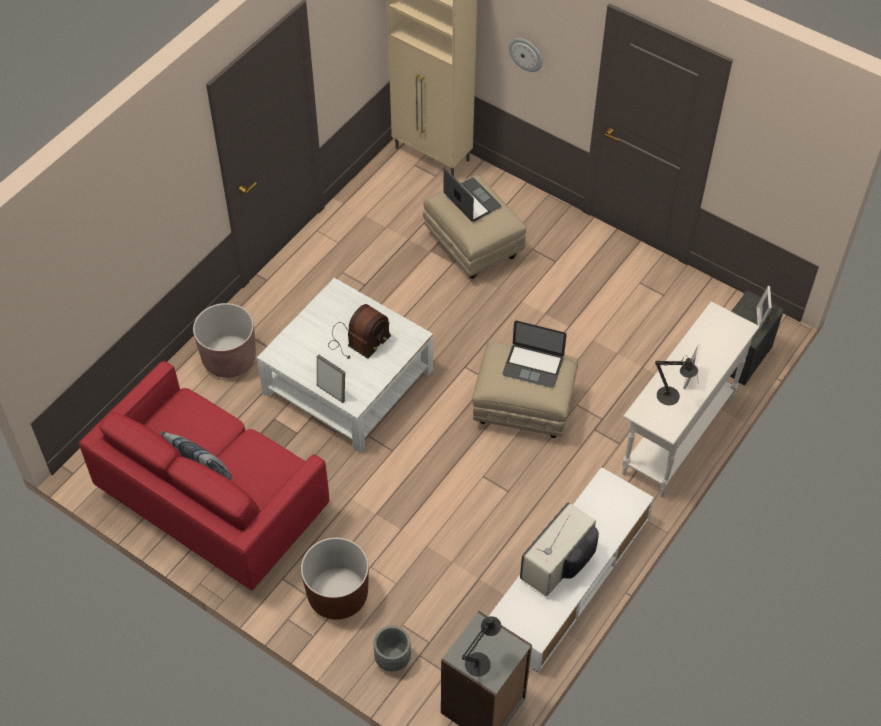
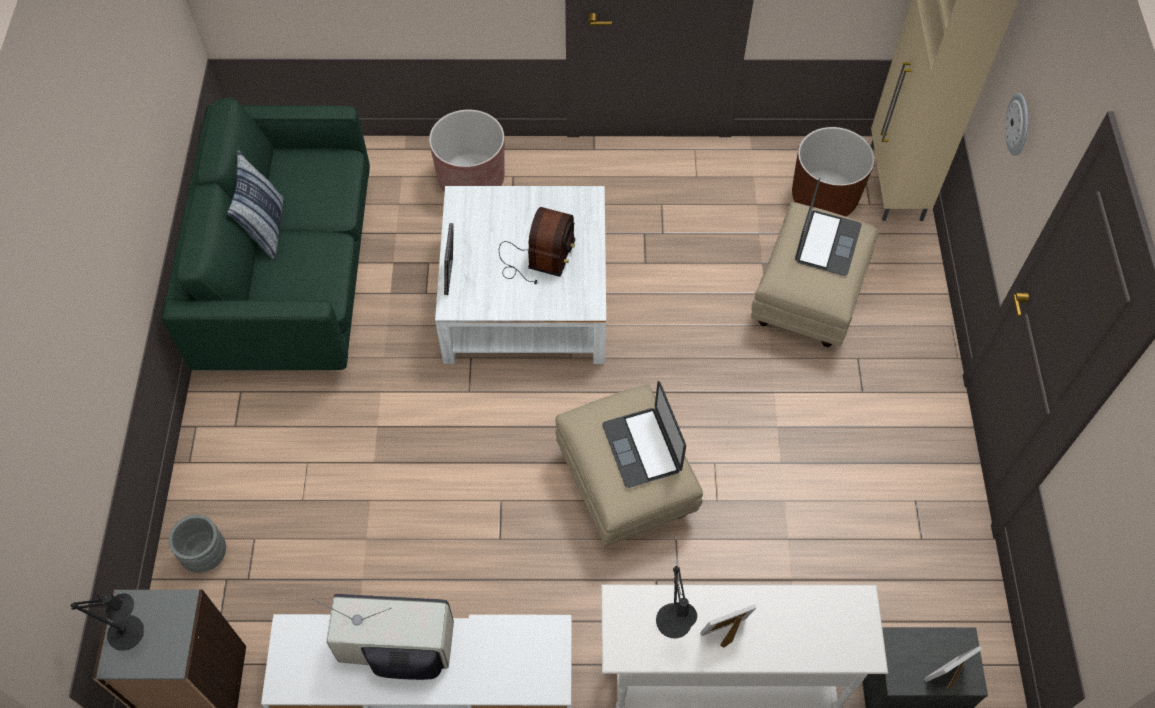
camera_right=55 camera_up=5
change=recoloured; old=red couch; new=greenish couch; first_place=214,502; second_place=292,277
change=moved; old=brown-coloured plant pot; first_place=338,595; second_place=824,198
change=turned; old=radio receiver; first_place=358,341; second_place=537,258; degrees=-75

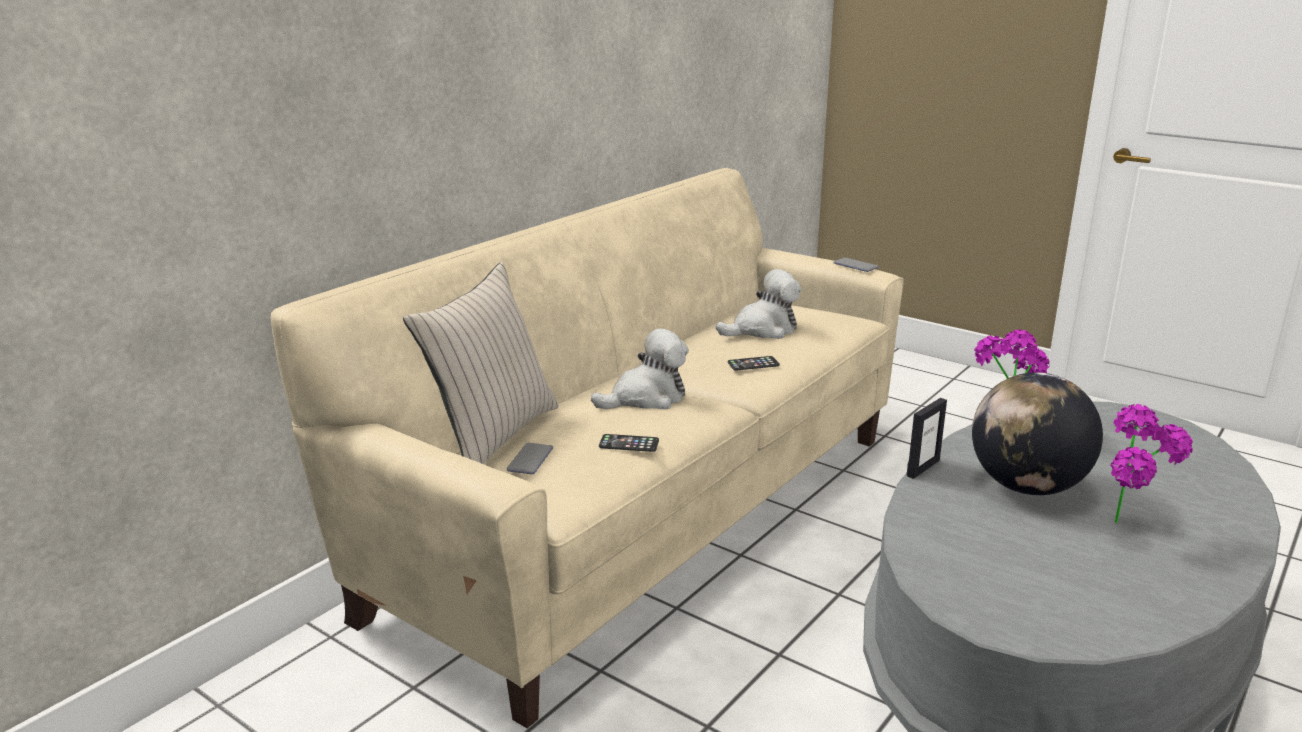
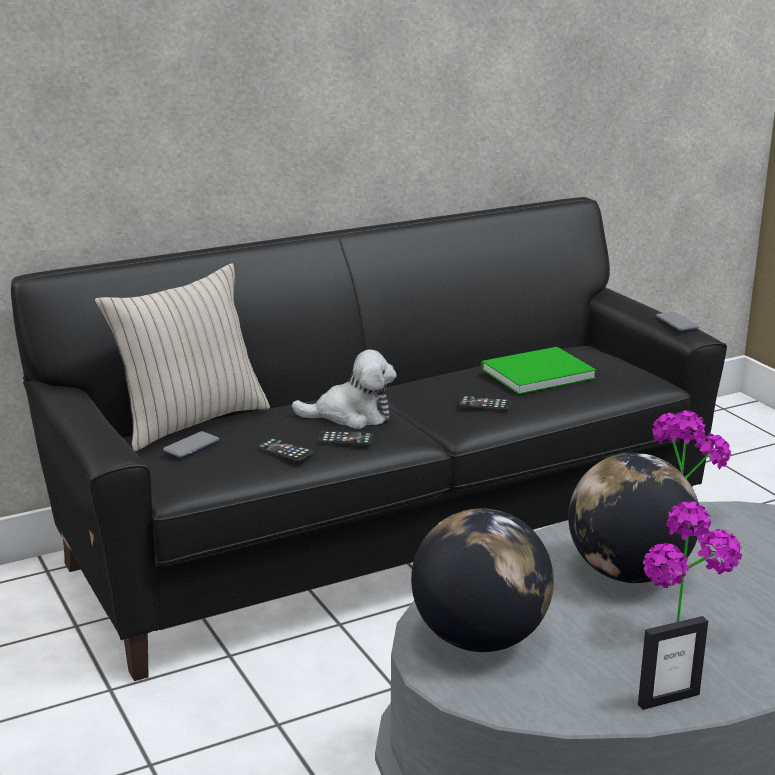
camera_right=25 camera_up=0
change=recoloured; old=beige-coloured couch; new=black-coloured couch; first_place=648,519; second_place=384,542
change=replaced; old=cuddly toy; new=greenish book; first_place=762,330; second_place=533,373
change=moved; old=picture frame; first_place=923,468; second_place=668,699
change=added; new=handset; second_place=345,438
change=added; new=globe; second_place=479,639

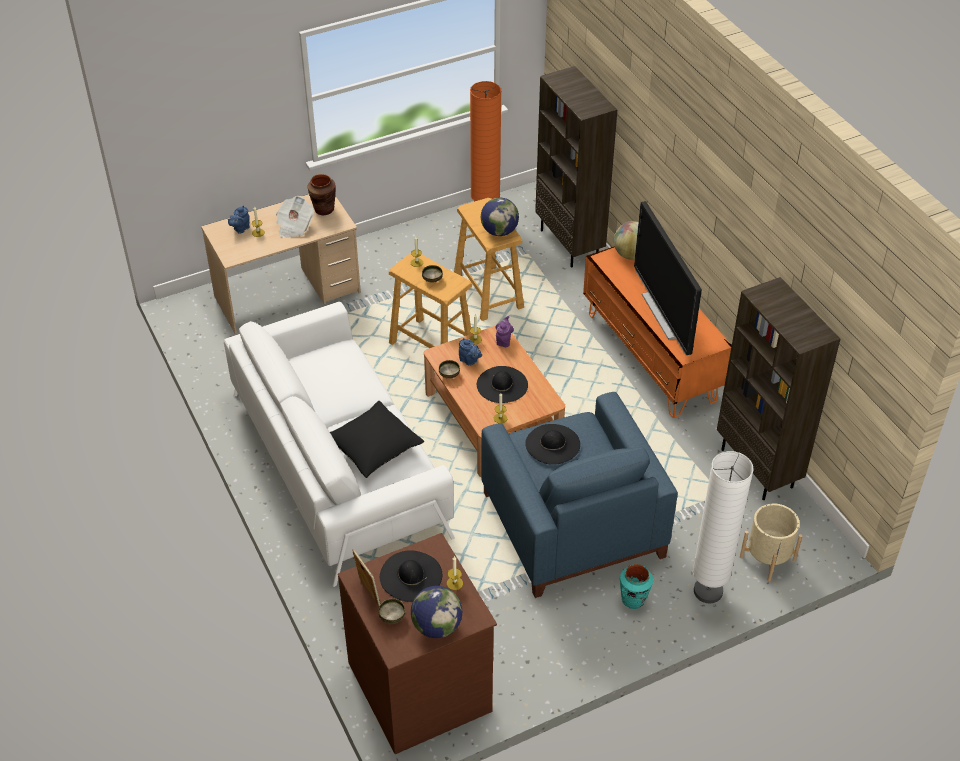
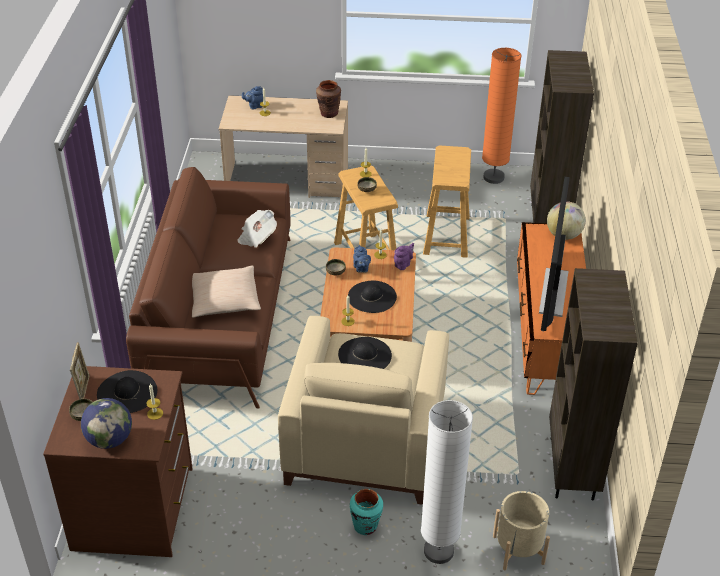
camera_right=30 camera_up=-5
change=recoloured; old=whitish couch; new=brown-coloured couch; first_place=339,463; second_place=219,314
change=moved; old=printed paper; first_place=294,226; second_place=257,237
change=recoloured; old=black-coloured pillow; new=beige-coloured pillow; first_place=373,447; second_place=224,300
change=removed; old=globe; first_place=499,231
change=recoloured; old=blue-coloured easy chair; new=beige-coloured easy chair; first_place=571,522; second_place=365,439

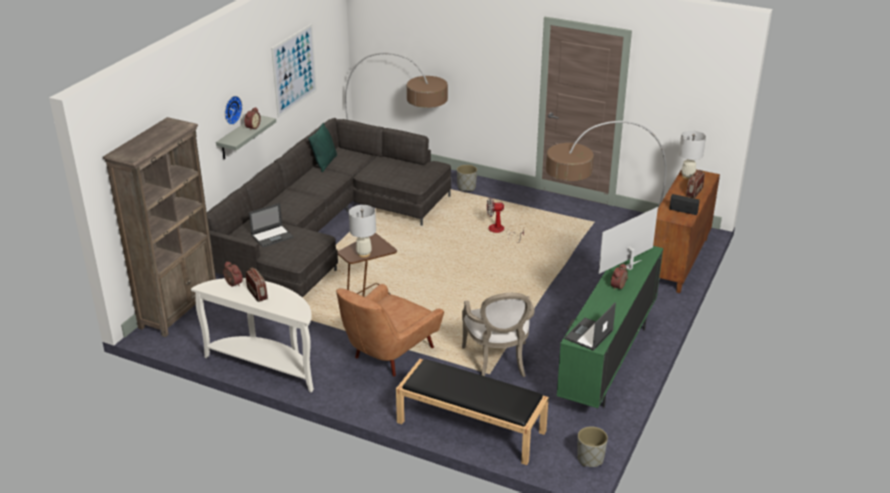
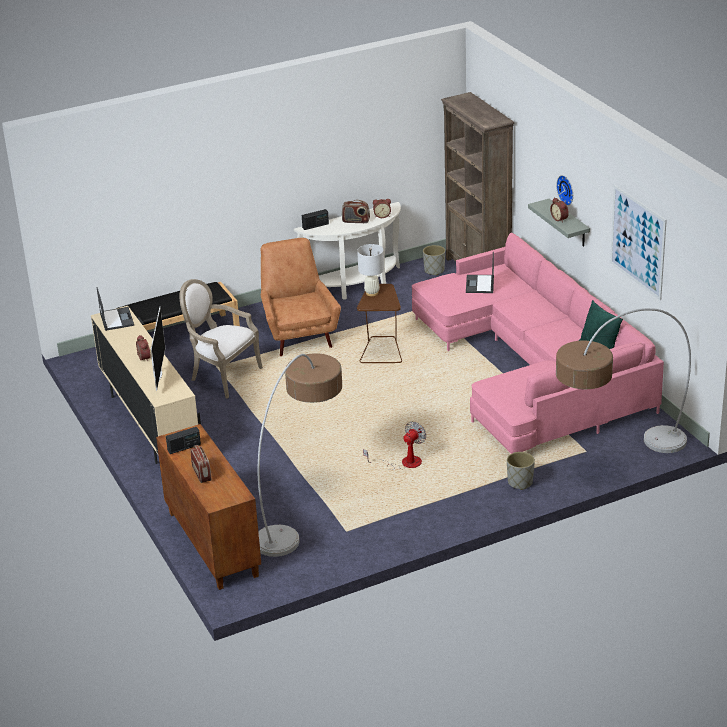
camera_right=130 camera_up=0
change=recoloured; old=gray couch; new=pink-coloured couch; first_place=325,227; second_place=534,370
change=recoloured; old=greenish tv stand; new=beige-coloured tv stand; first_place=607,362; second_place=149,424
change=moved; old=gray plant pot; first_place=590,459; second_place=434,270
change=removed; old=whitish table lamp; first_place=687,176
change=added; new=radio receiver; second_place=315,226

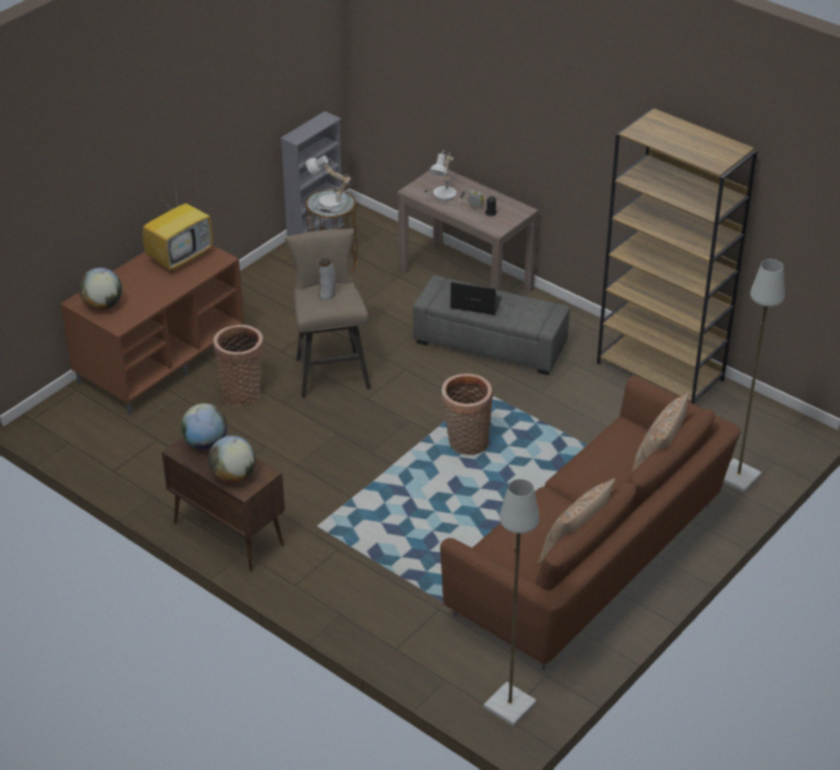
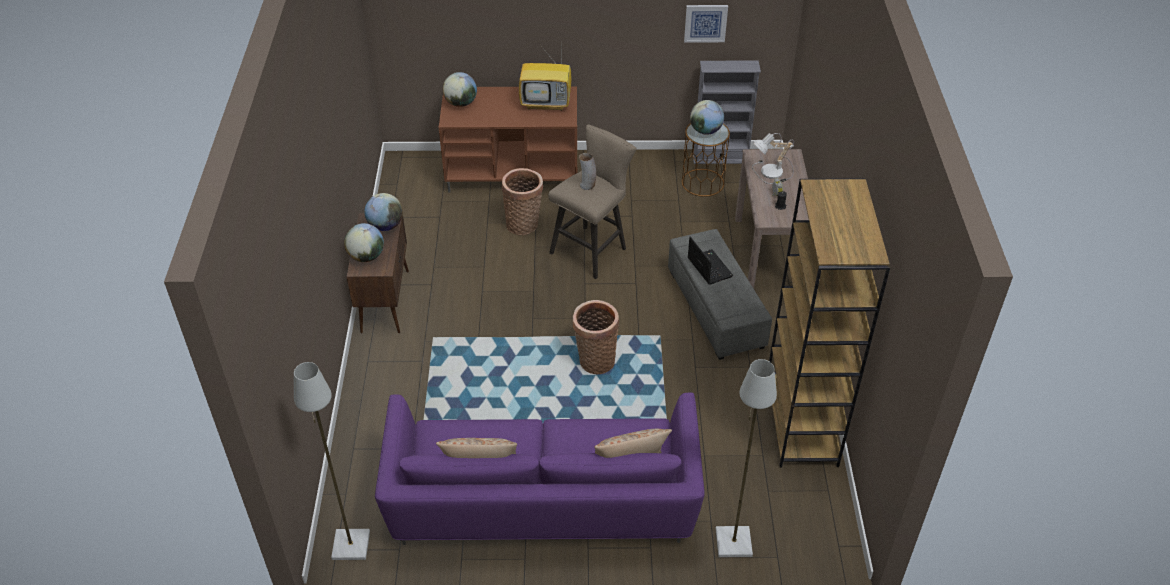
camera_right=50 camera_up=5
change=replaced; old=table lamp; new=globe; first_place=328,202; second_place=705,131
change=recoloured; old=brown-coloured couch; new=purplish couch; first_place=590,560; second_place=543,504
change=added; new=wall picture; second_place=705,23

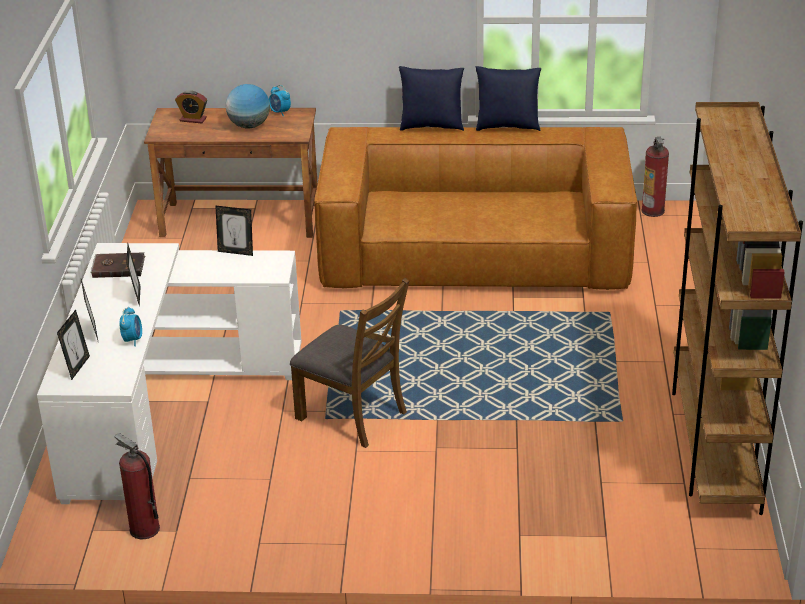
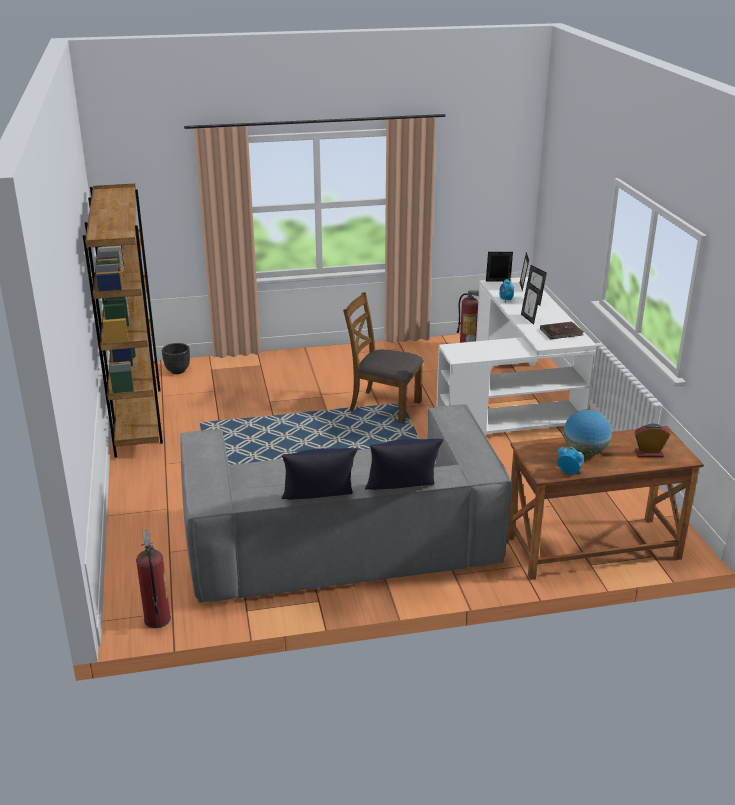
camera_right=165 camera_up=-5
change=moved; old=picture frame; first_place=236,252; second_place=498,282
change=recoloured; old=brown-coloured couch; new=gray couch; first_place=475,252; second_place=340,541
change=added; new=black-coloured plant pot; second_place=177,371

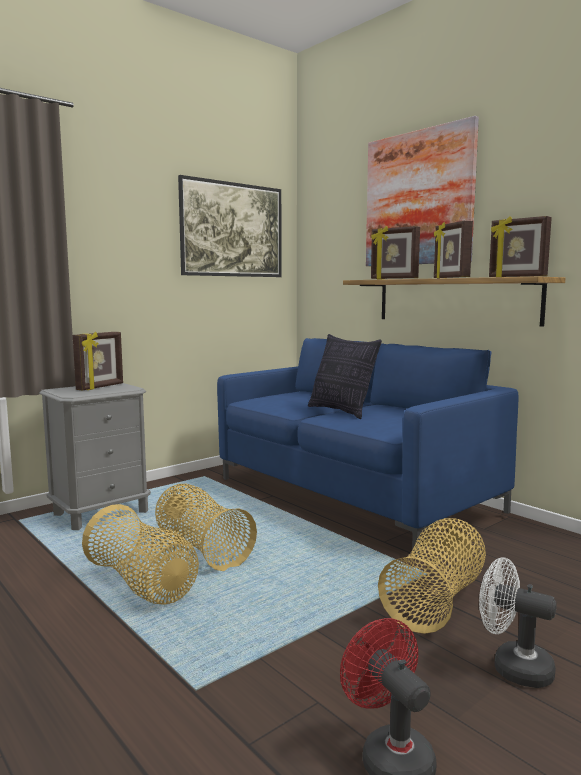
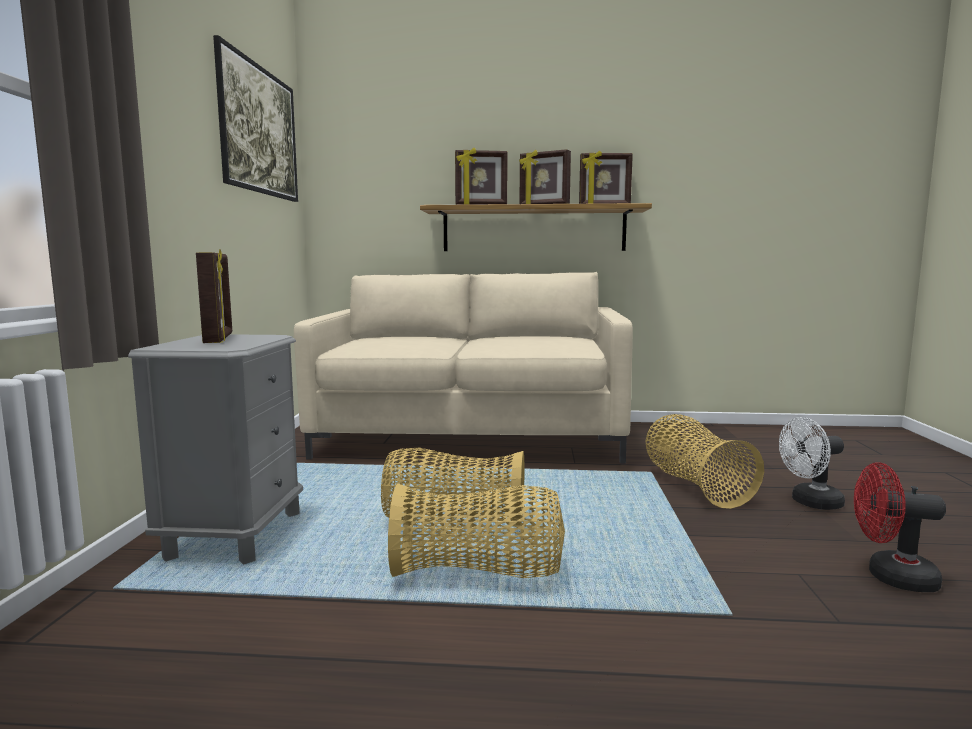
camera_right=-45 camera_up=0
change=recoloured; old=blue-coloured couch; new=beige-coloured couch; first_place=352,496; second_place=470,440
change=removed; old=pillow; first_place=342,411
change=removed; old=wall picture; first_place=418,198

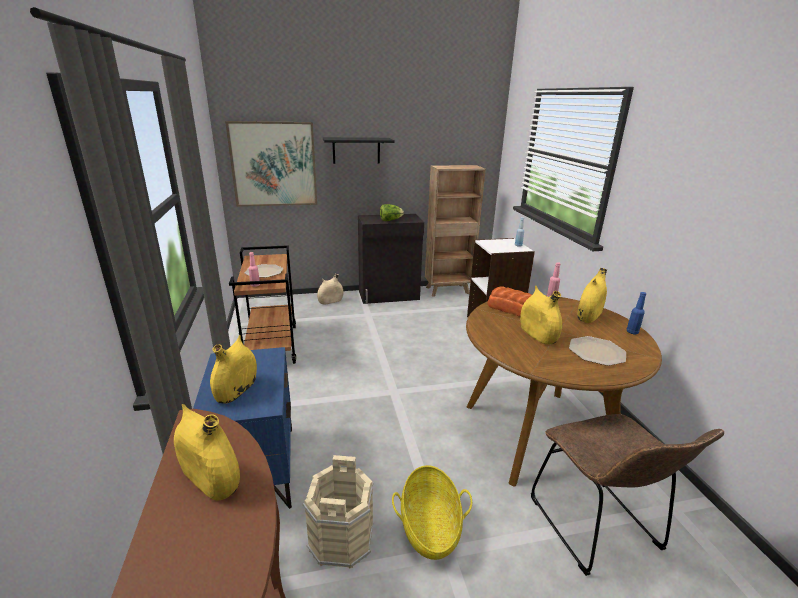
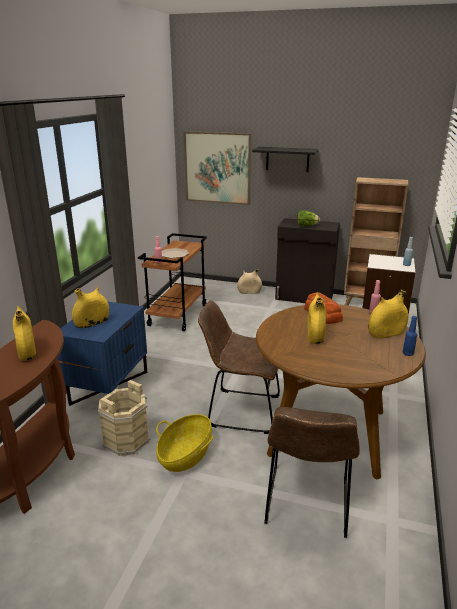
camera_right=30 camera_up=0
change=removed; old=plate; first_place=596,352
change=added; new=brown-coloured upright chair; second_place=240,410

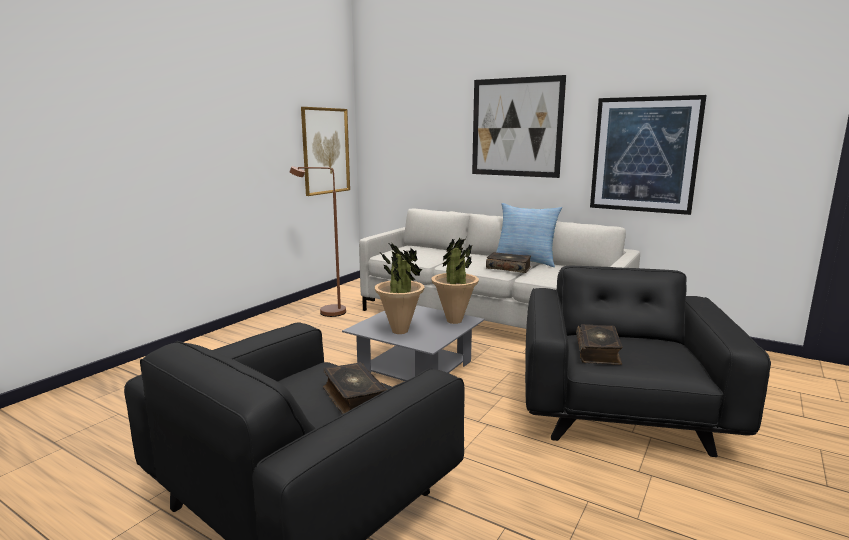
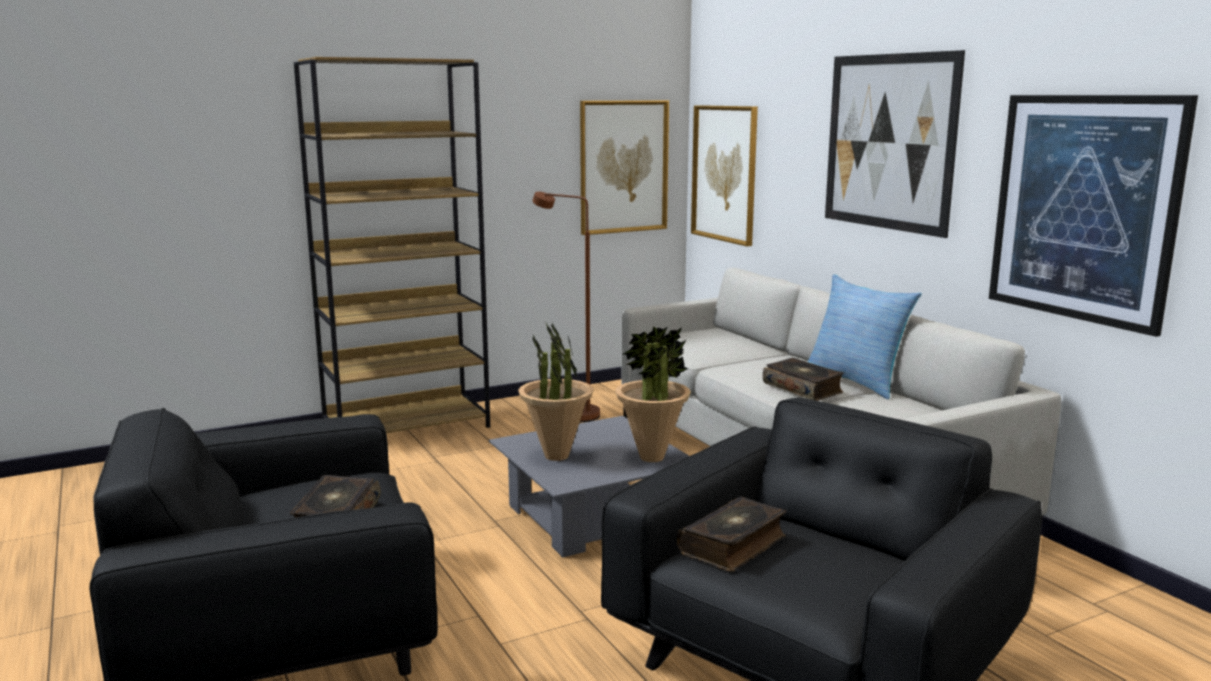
camera_right=30 camera_up=0
change=added; new=brown-coloured shelving unit; second_place=407,427
change=added; new=wall picture; second_place=724,173

